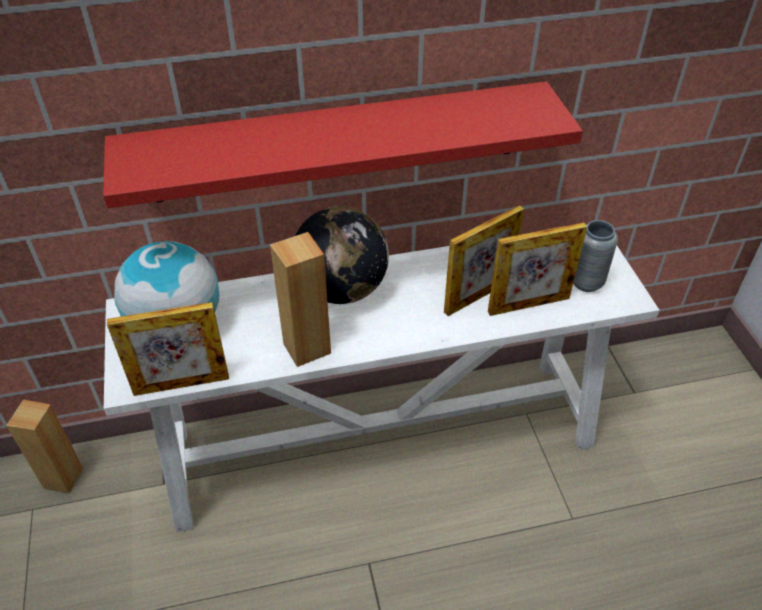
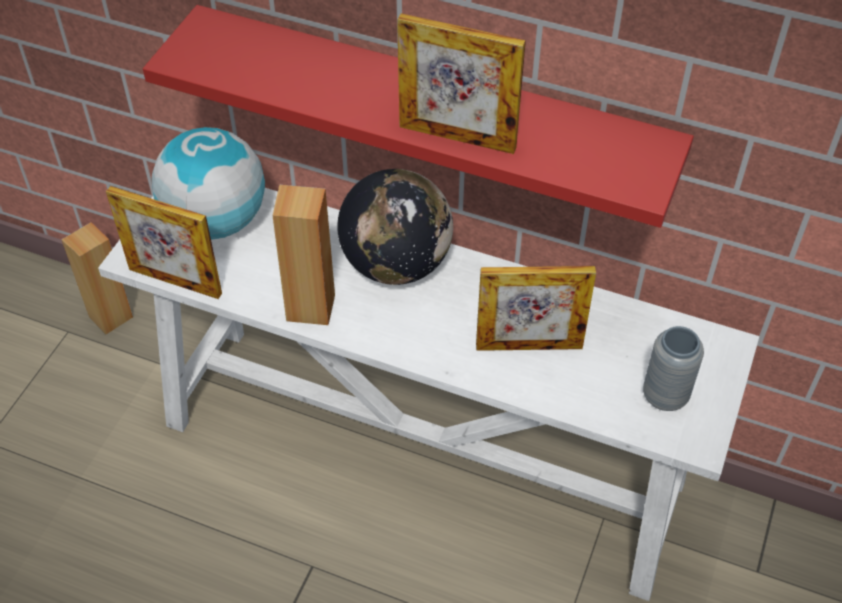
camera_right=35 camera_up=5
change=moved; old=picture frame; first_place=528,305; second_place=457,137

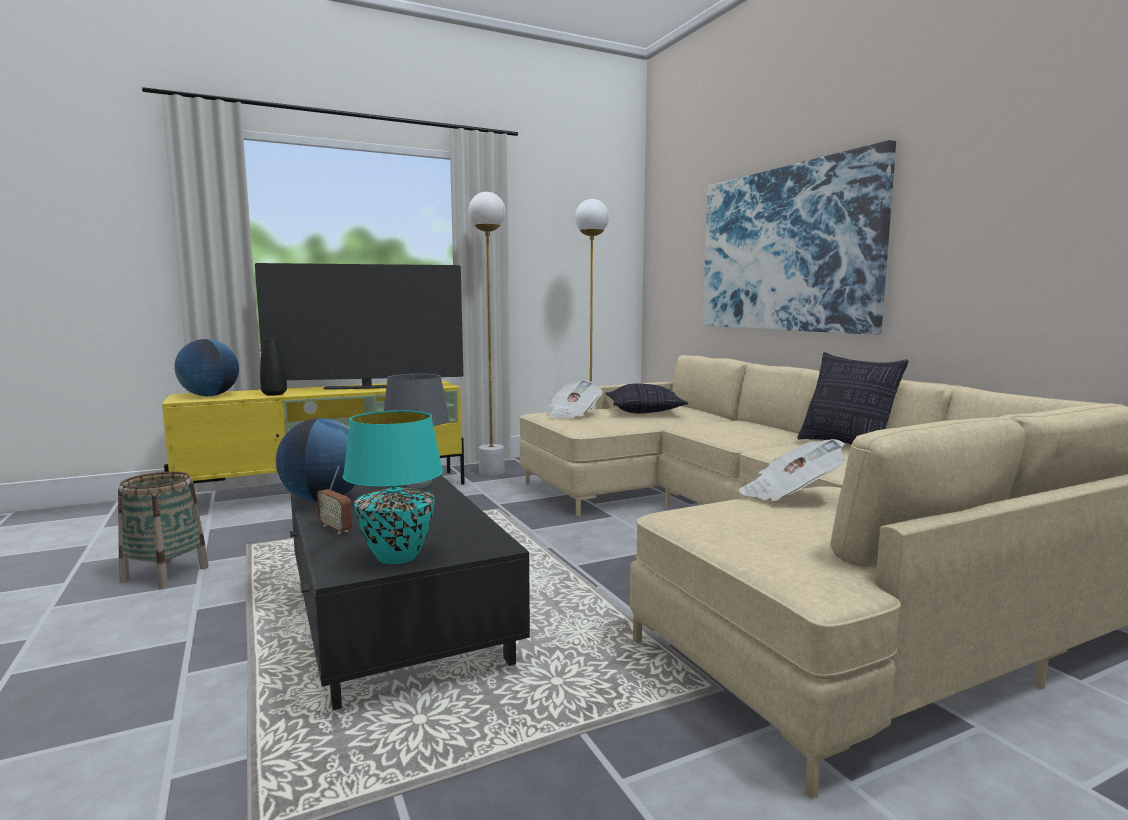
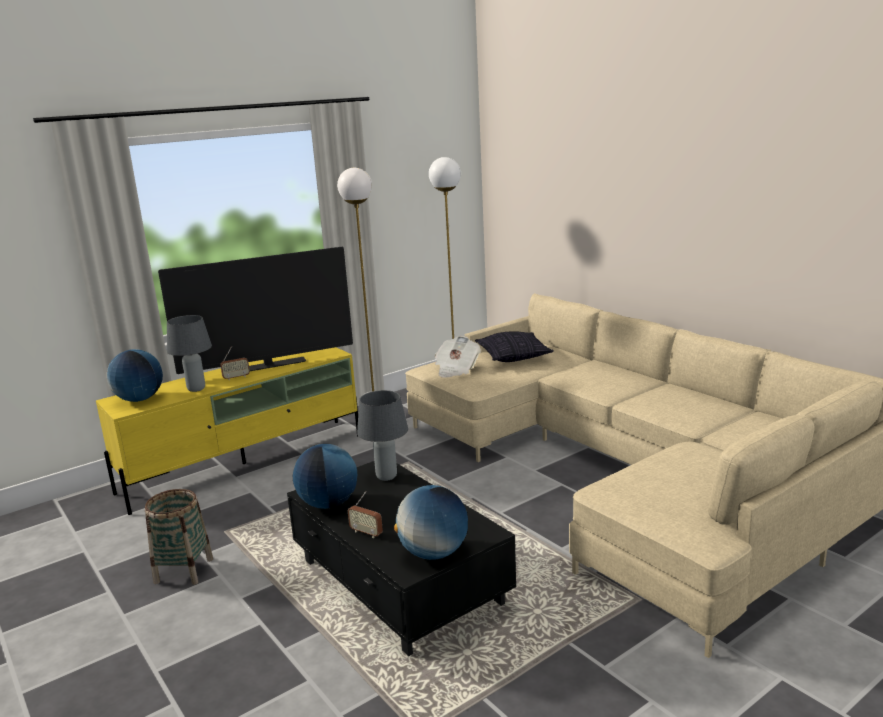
camera_right=-10 camera_up=10
change=replaced; old=black-coloured vase; new=gray table lamp; first_place=274,394; second_place=197,389
change=replaced; old=turquoise-coloured table lamp; new=globe; first_place=398,557; second_place=433,553
change=removed; old=wall picture; first_place=785,250
change=removed; old=printed paper; first_place=789,495
change=removed; old=pillow; first_place=846,446
change=added; new=radio receiver; second_place=236,377

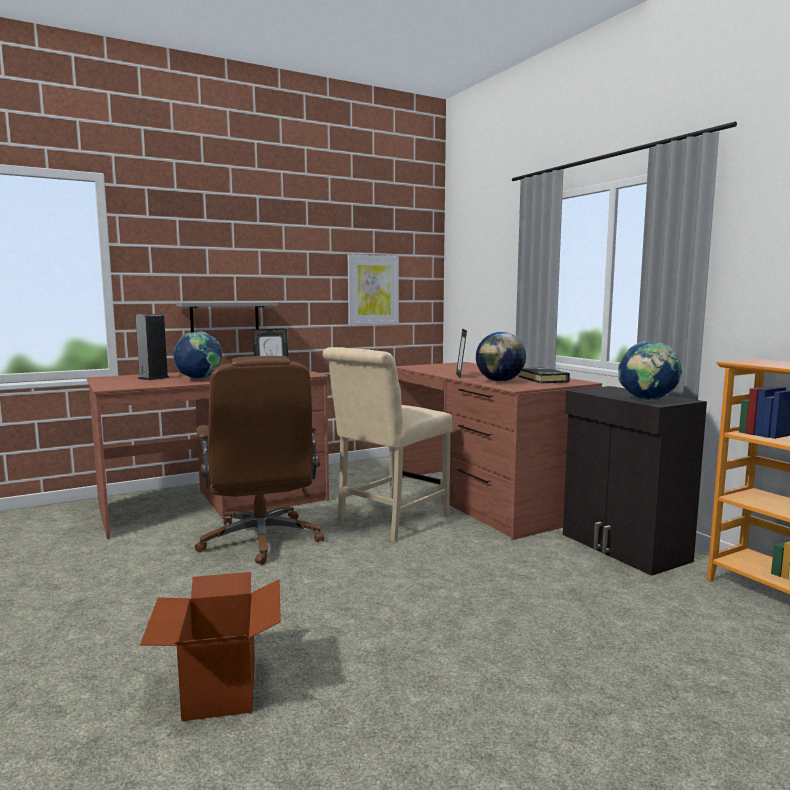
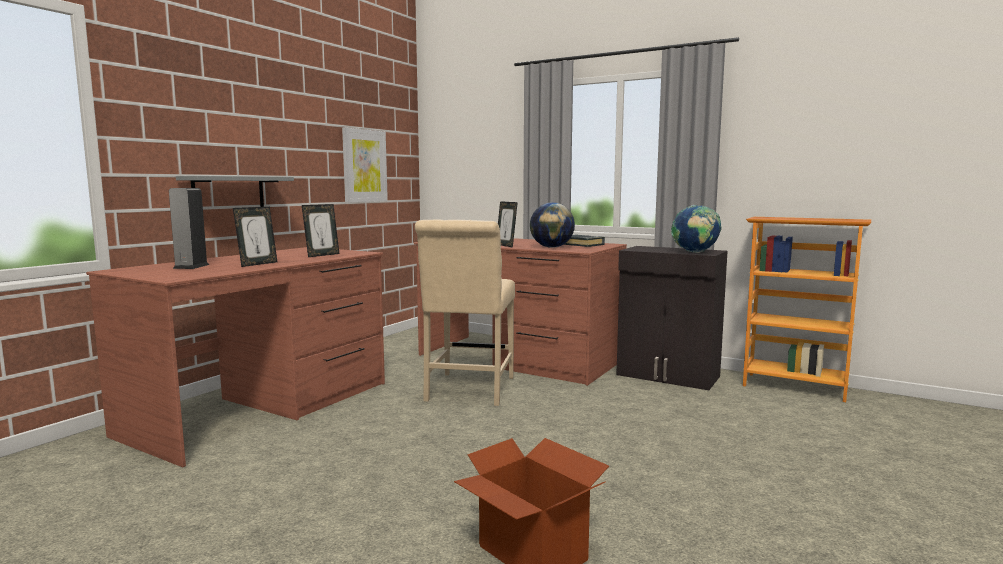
camera_right=-30 camera_up=0
change=replaced; old=globe; new=picture frame; first_place=199,379; second_place=257,264
change=removed; old=brown-coloured office chair; first_place=261,540

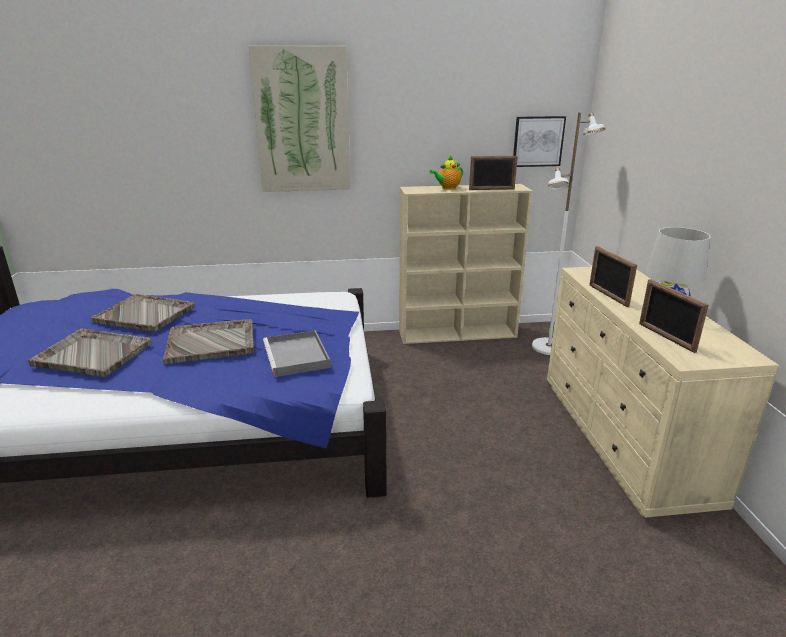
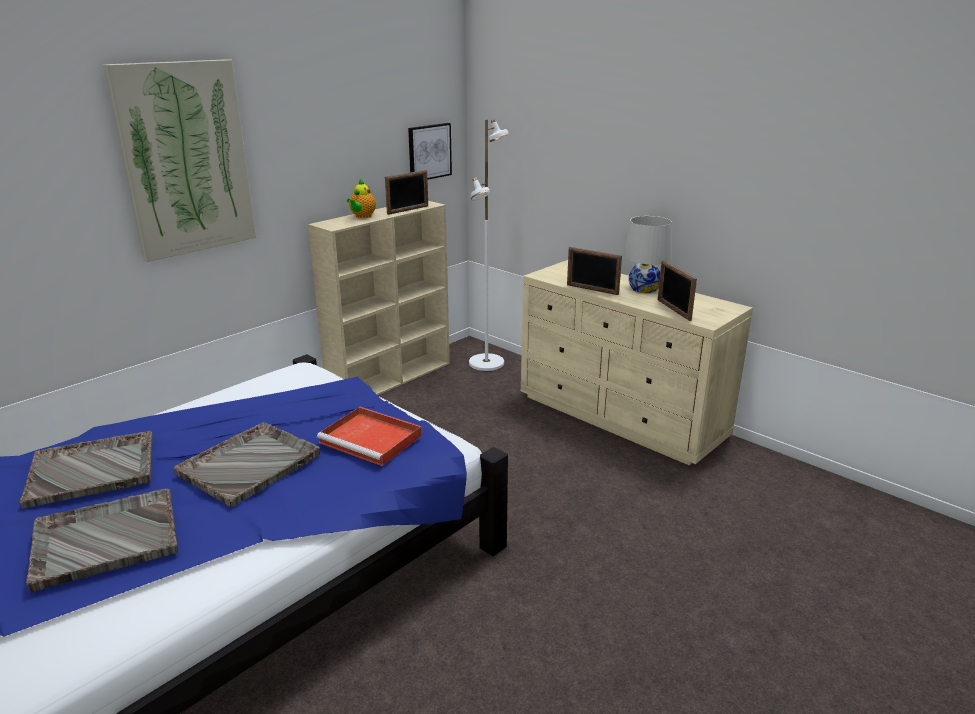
camera_right=-40 camera_up=0
change=recoloured; old=gray serving tray; new=red serving tray; first_place=297,357; second_place=372,439
change=turned; old=picture frame; first_place=666,337; second_place=673,310; degrees=45

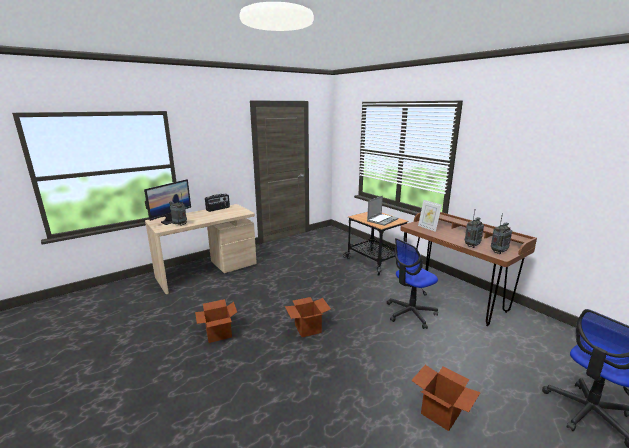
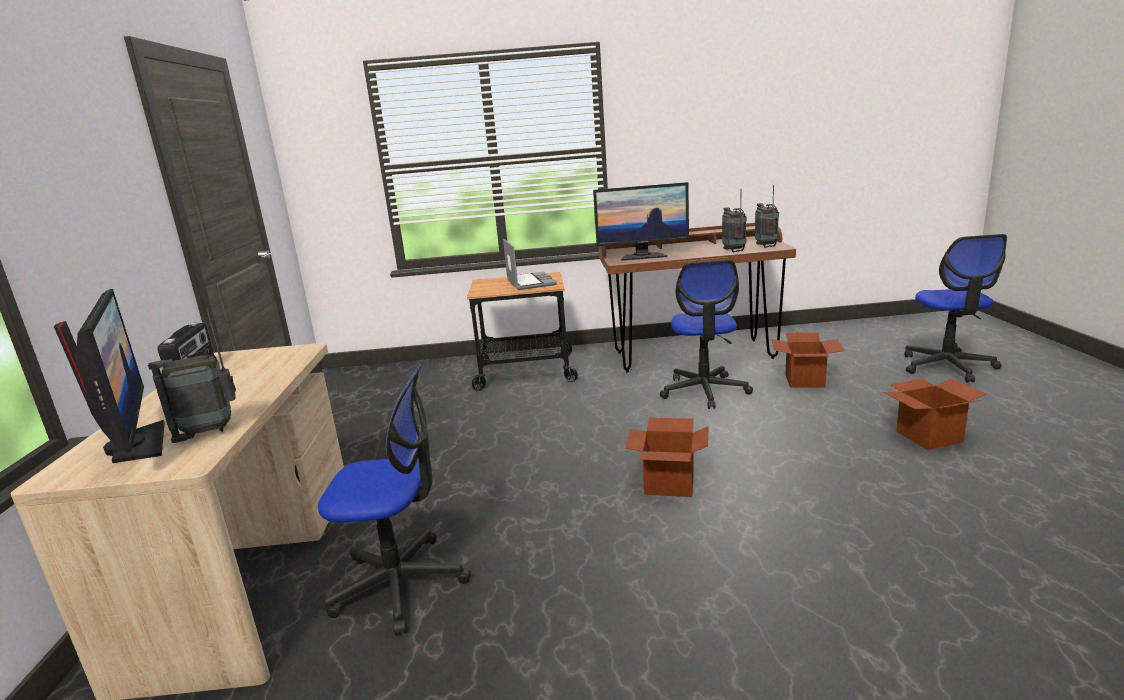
camera_right=-55 camera_up=0
change=moved; old=carton; first_place=219,333; second_place=804,381
change=replaced; old=picture frame; new=computer display; first_place=428,228; second_place=642,256
change=added; new=office chair; second_place=400,584

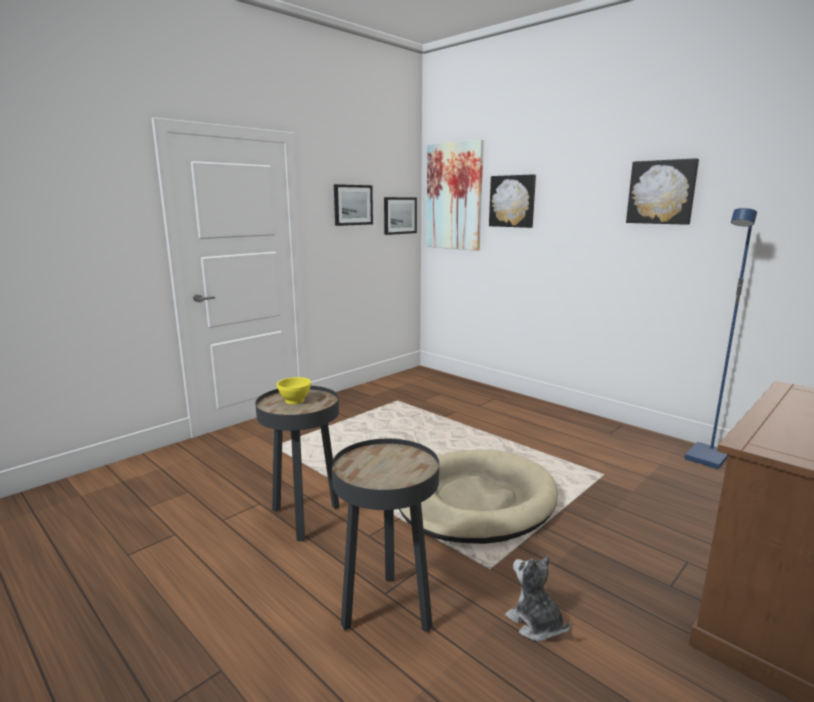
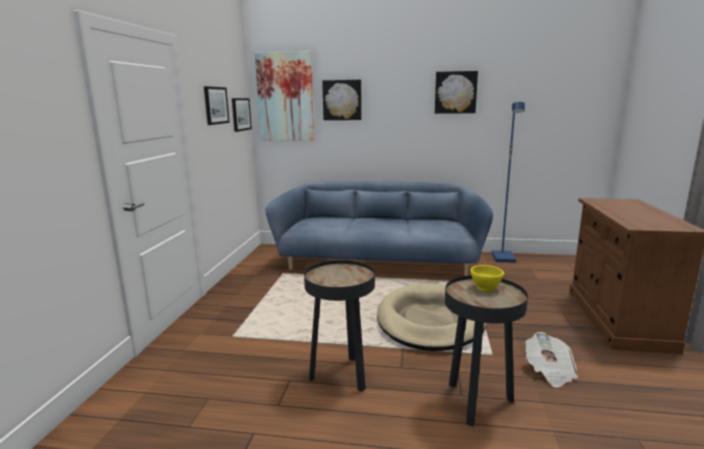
camera_right=-35 camera_up=0
change=moved; old=yellowish deep dish; first_place=294,401; second_place=485,288
change=replaced; old=cuddly toy; new=printed paper; first_place=535,623; second_place=549,371
change=added; new=blue-coloured couch; second_place=378,263

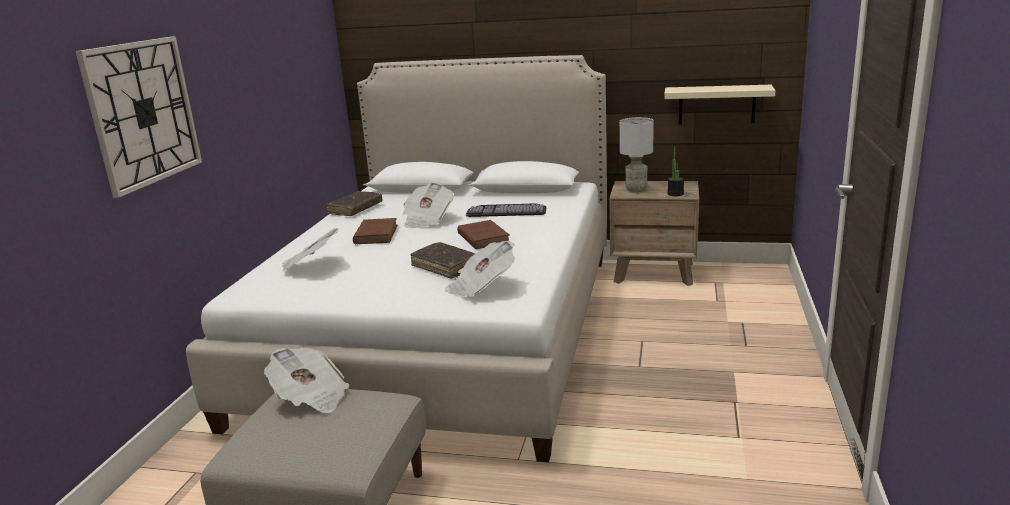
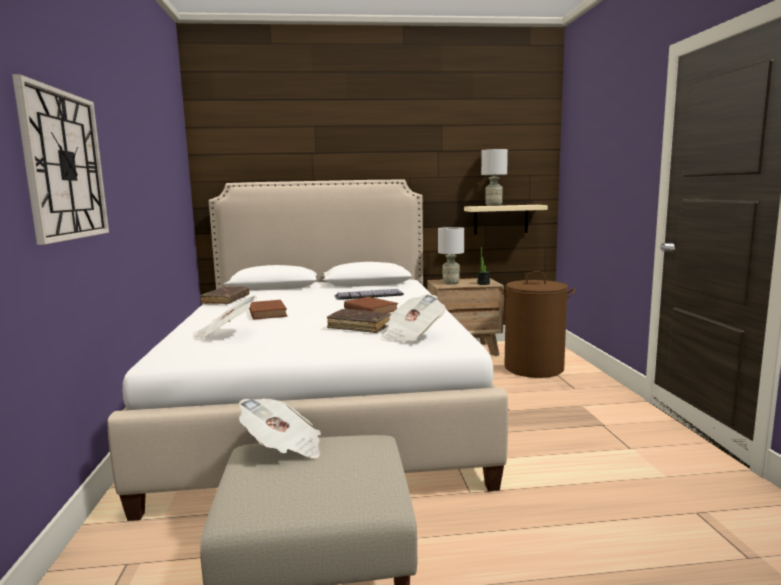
camera_right=-20 camera_up=-10
change=removed; old=printed paper; first_place=427,220
change=added; new=gray table lamp; second_place=494,205
change=added; new=brown-coloured laundry basket; second_place=534,368

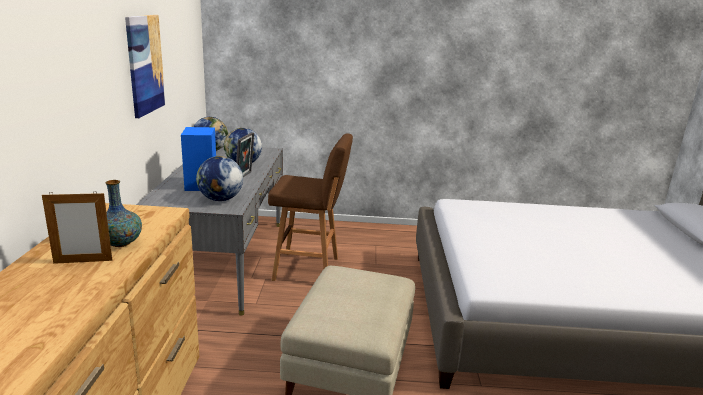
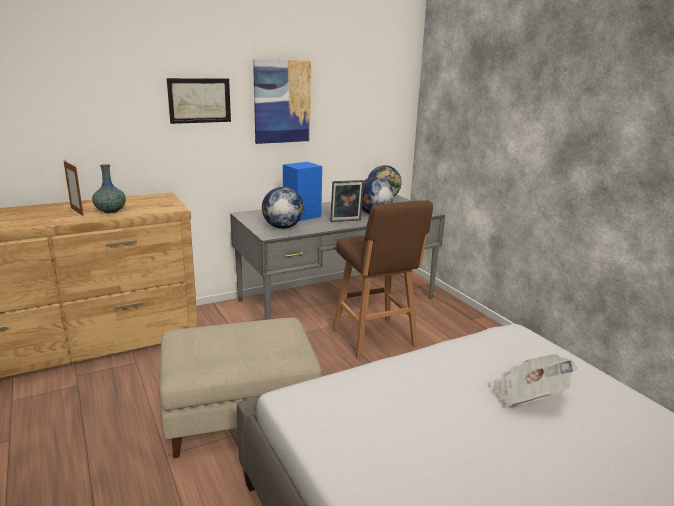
camera_right=60 camera_up=0
change=added; new=wall picture; second_place=199,100
change=added; new=printed paper; second_place=527,396

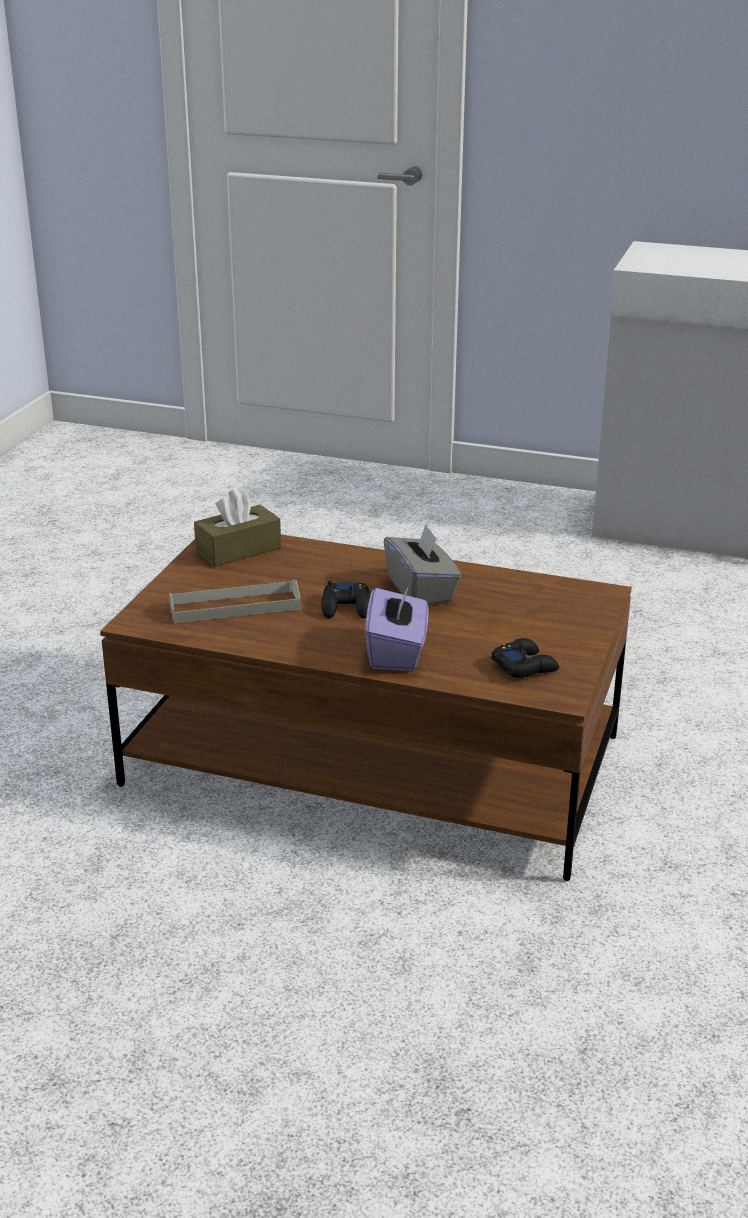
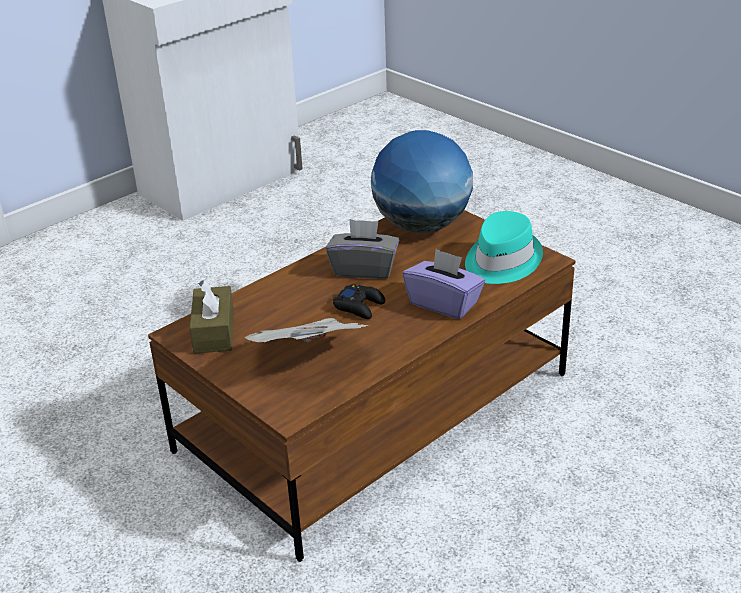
camera_right=-60 camera_up=5
change=replaced; old=gray serving tray; new=printed paper; first_place=235,606; second_place=311,357
change=replaced; old=black-coloured joypad; new=turquoise-coloured hat; first_place=524,666; second_place=501,261
change=added; new=globe; second_place=421,226

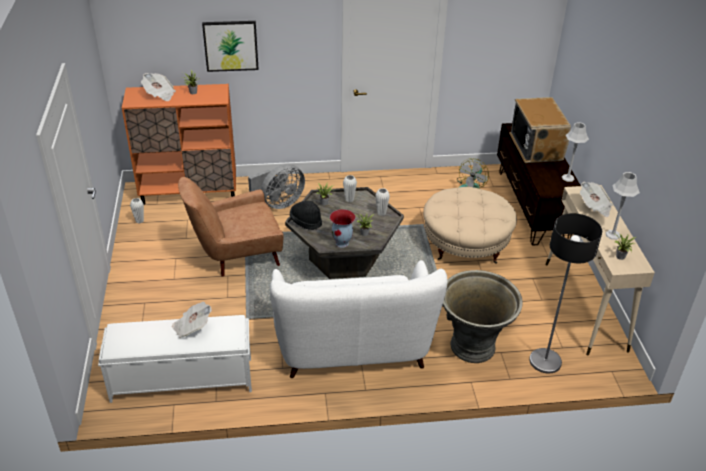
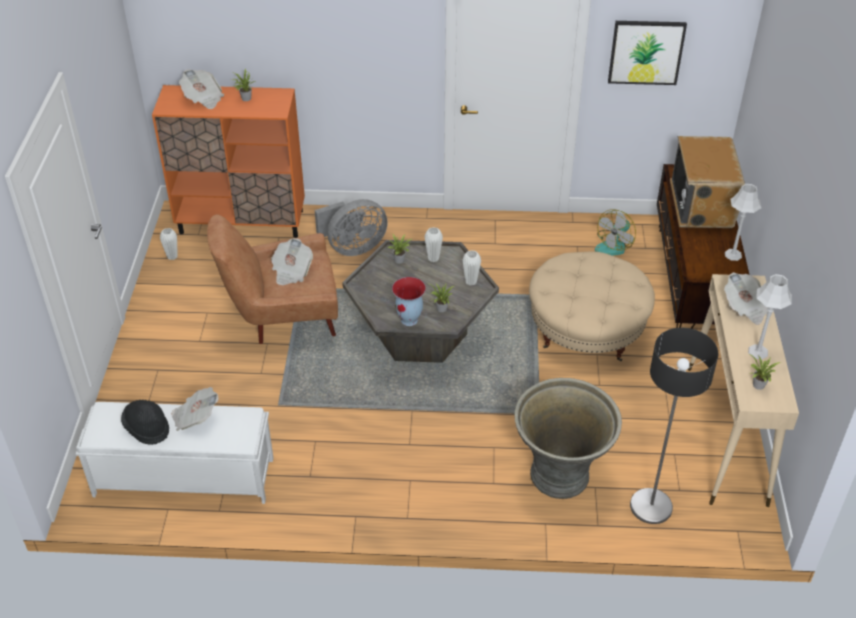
camera_right=10 camera_up=5
change=moved; old=wall picture; first_place=231,45; second_place=646,52
change=removed; old=whitish couch; first_place=353,346
change=moved; old=black-coloured hat; first_place=306,221; second_place=147,428
change=added; new=printed paper; second_place=291,271

